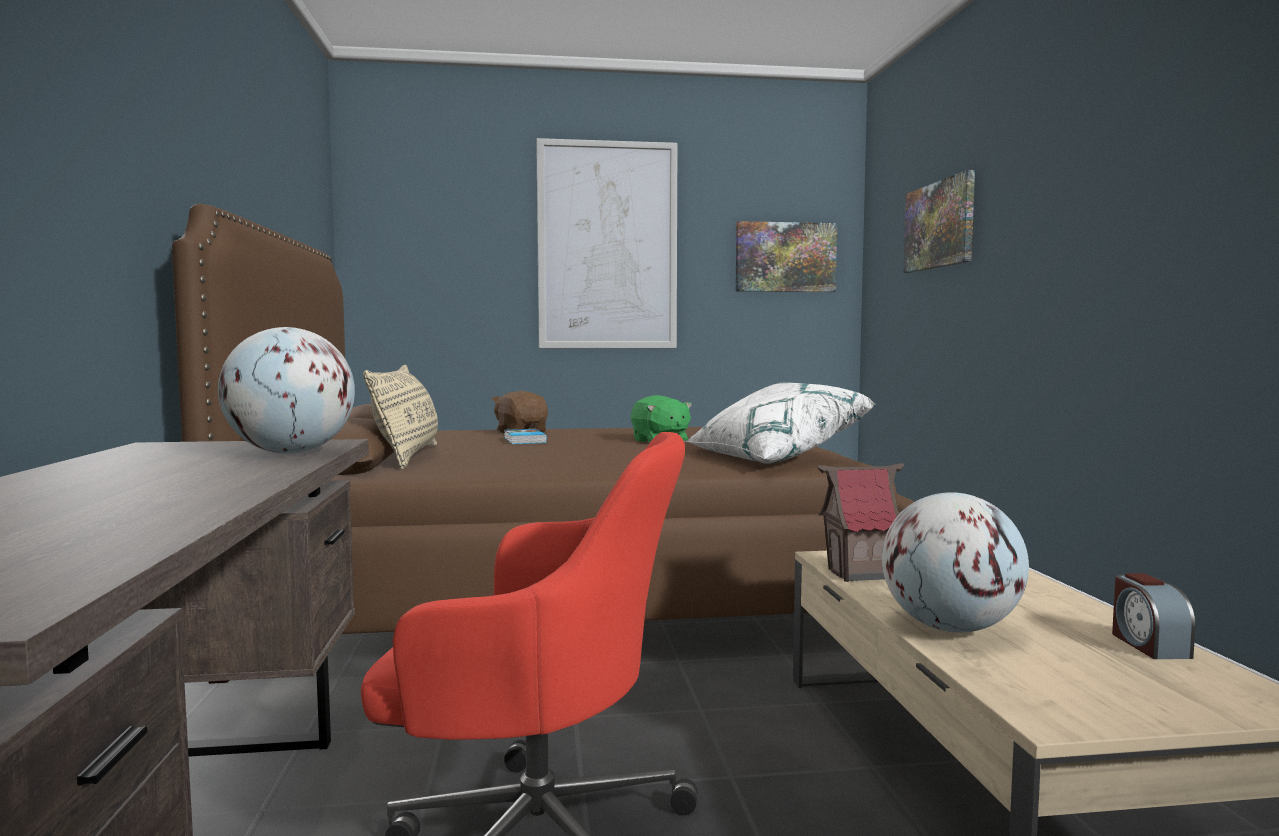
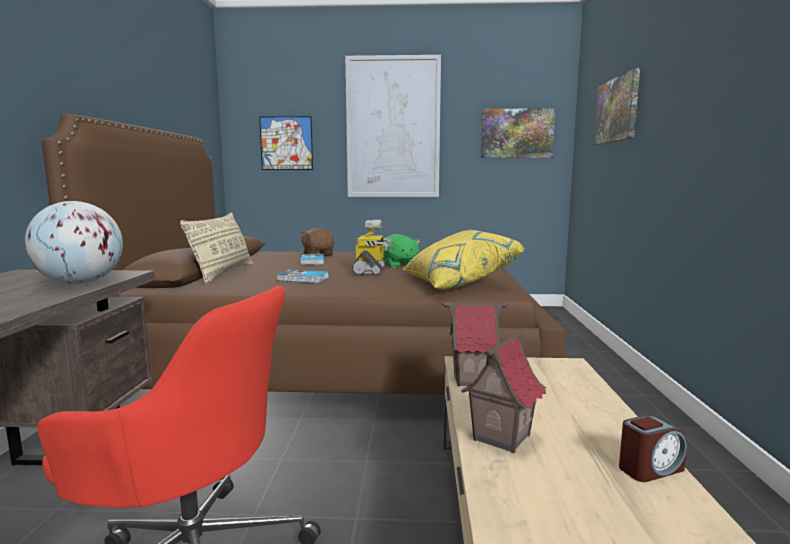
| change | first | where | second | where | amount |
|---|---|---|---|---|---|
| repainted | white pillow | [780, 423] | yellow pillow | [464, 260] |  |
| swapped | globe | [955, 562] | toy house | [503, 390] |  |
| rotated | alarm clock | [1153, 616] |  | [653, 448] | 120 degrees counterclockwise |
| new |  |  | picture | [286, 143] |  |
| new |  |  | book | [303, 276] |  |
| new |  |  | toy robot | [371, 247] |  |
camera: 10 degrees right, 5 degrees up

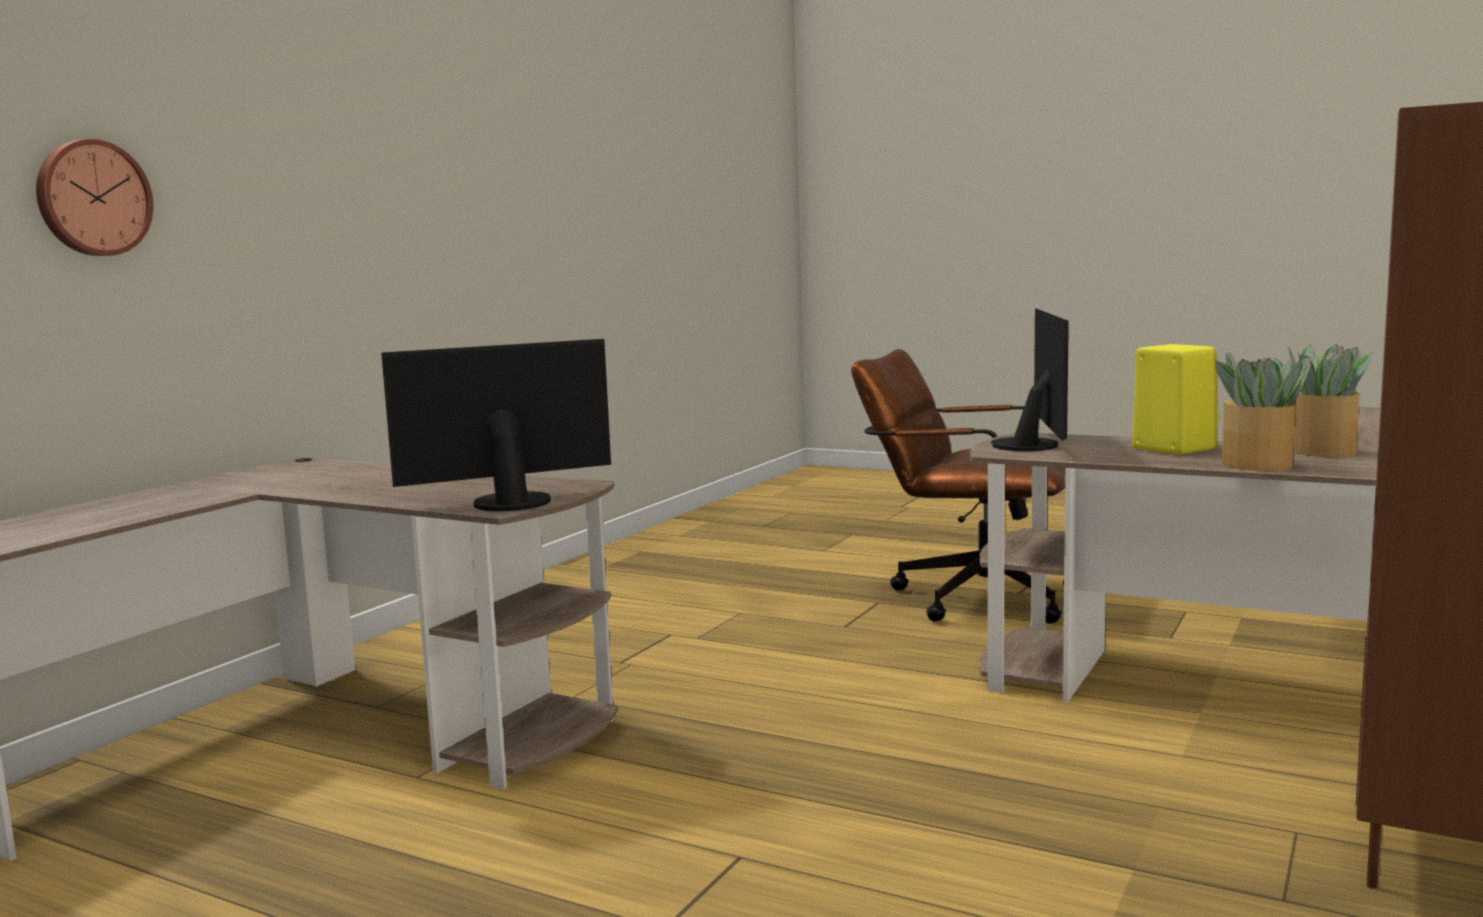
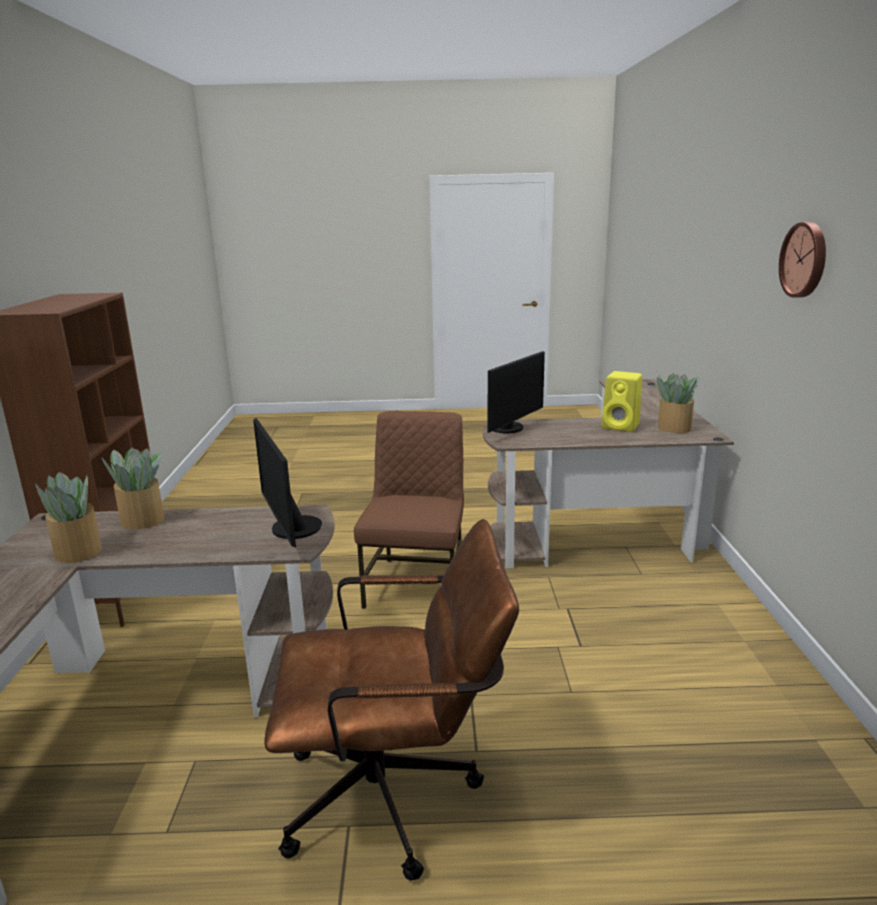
| change | first | where | second | where | amount |
|---|---|---|---|---|---|
| shifted | wall clock | [94, 197] |  | [802, 260] |  |
| shifted | yellow speaker | [1175, 399] |  | [622, 401] |  |
| new |  |  | brown chair | [409, 510] |  |
| new |  |  | potted plant | [677, 403] |  |
camera: 150 degrees right, 10 degrees up

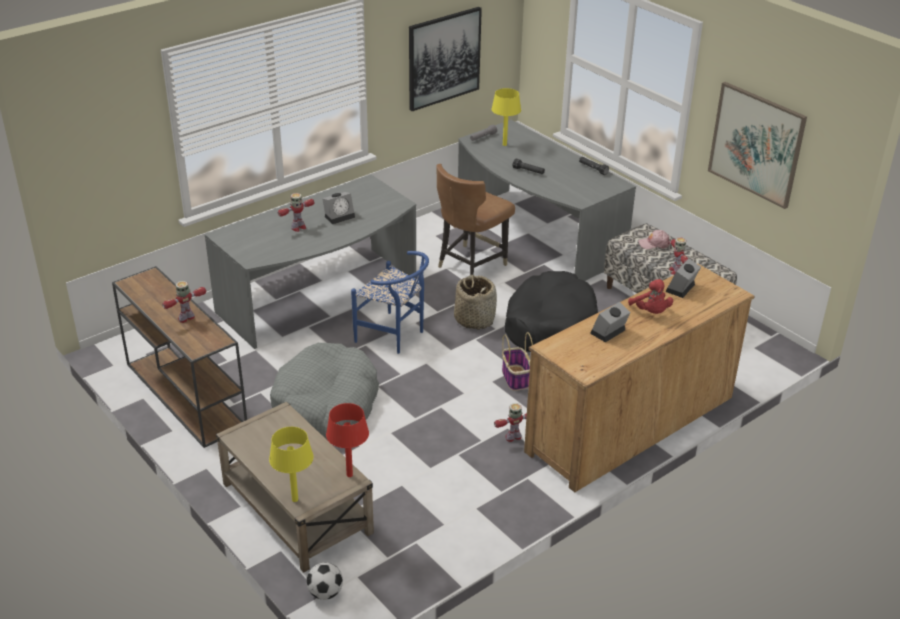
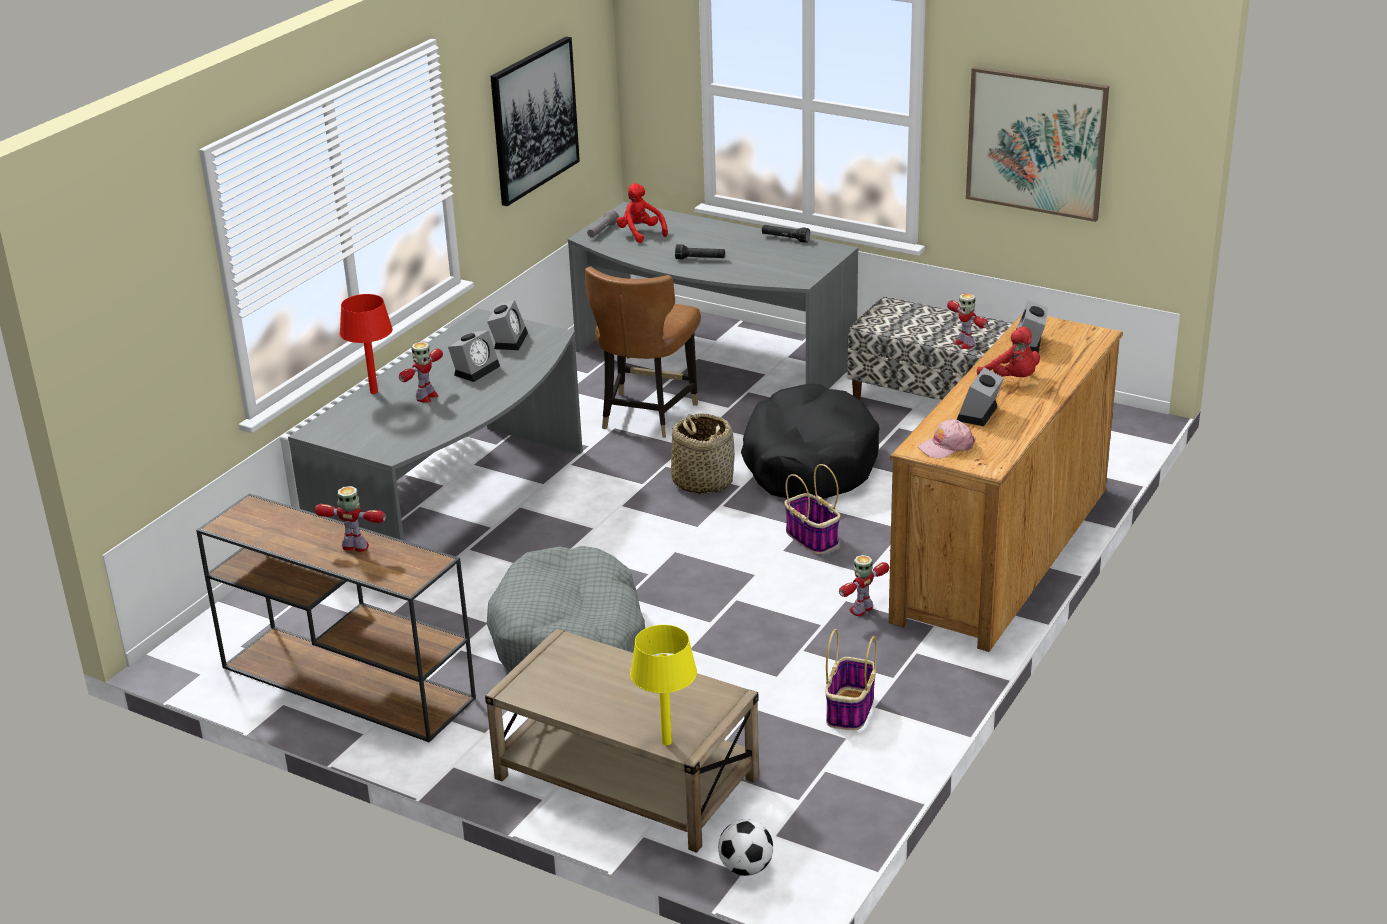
| change | first | where | second | where | amount |
|---|---|---|---|---|---|
| rotated | toy robot | [184, 302] |  | [350, 519] | 75 degrees clockwise |
| shifted | red table lamp | [347, 440] |  | [366, 344] |  |
| gone | blue chair | [390, 302] |  |  |  |
| swapped | yellow table lamp | [506, 117] | red plush toy | [642, 213] |  |
| shifted | pink cap | [654, 239] |  | [947, 439] |  |
| new |  |  | alarm clock | [507, 325] |  |
| new |  |  | basket | [851, 679] |  |
camera: 20 degrees left, 5 degrees down

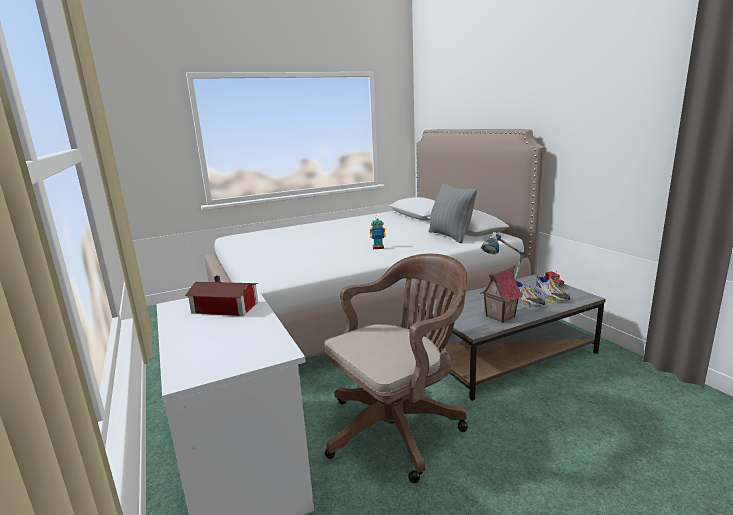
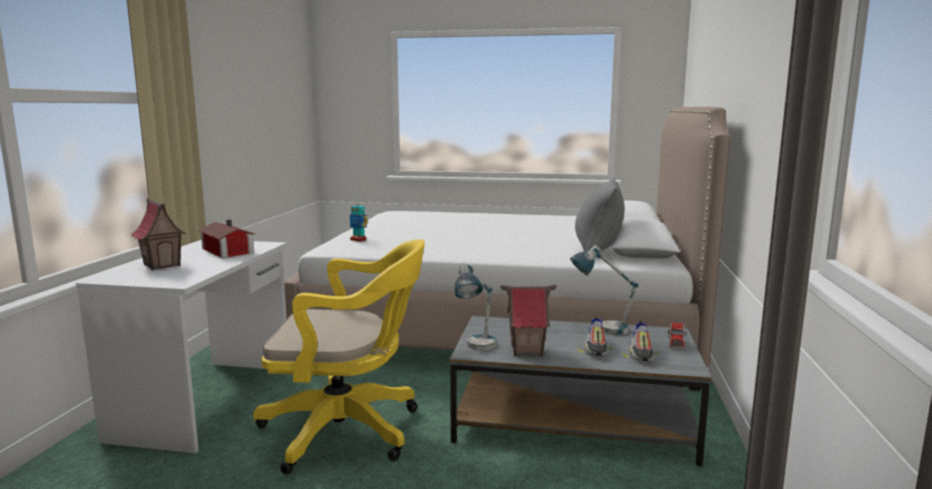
| change | first | where | second | where | amount |
|---|---|---|---|---|---|
| repainted | brown office chair | [395, 368] | yellow office chair | [339, 356] |  |
| shifted | toy robot | [378, 232] |  | [358, 222] |  |
| new |  |  | toy house | [158, 234] |  |
| new |  |  | table lamp | [475, 306] |  |
camera: 35 degrees right, 5 degrees down

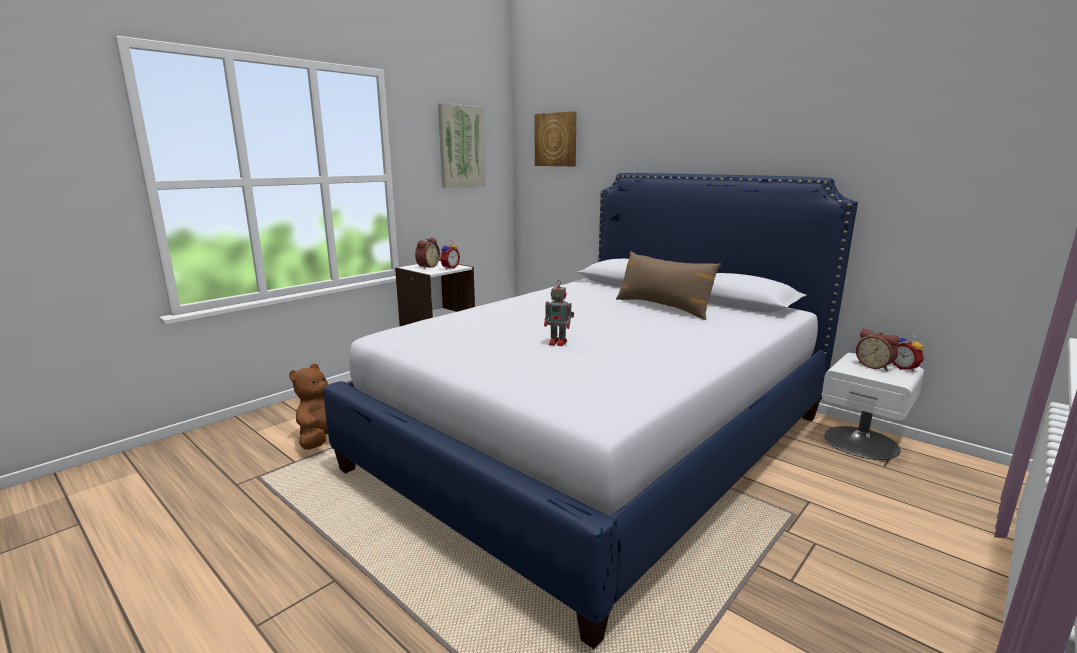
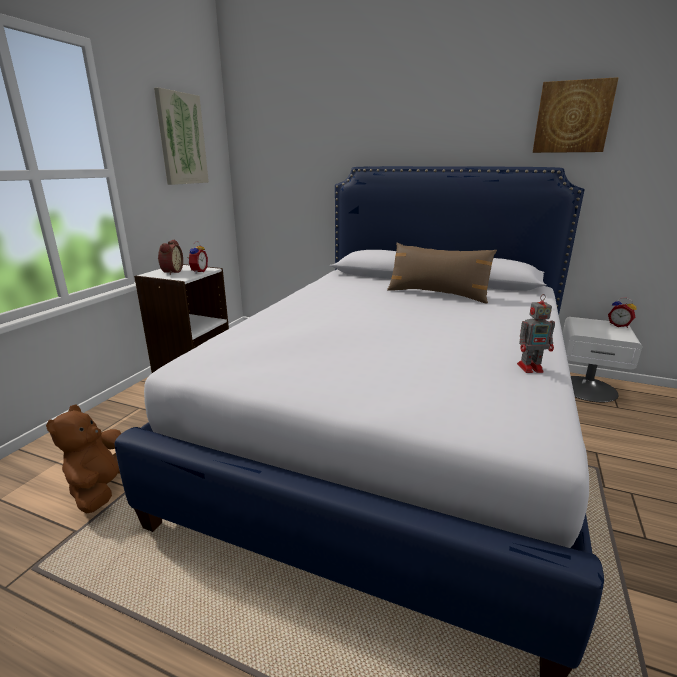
| change | first | where | second | where | amount |
|---|---|---|---|---|---|
| shifted | picture | [555, 138] |  | [576, 115] |  |
| shifted | toy robot | [559, 313] |  | [536, 333] |  |
| gone | alarm clock | [877, 349] |  |  |  |
camera: 20 degrees left, 5 degrees up

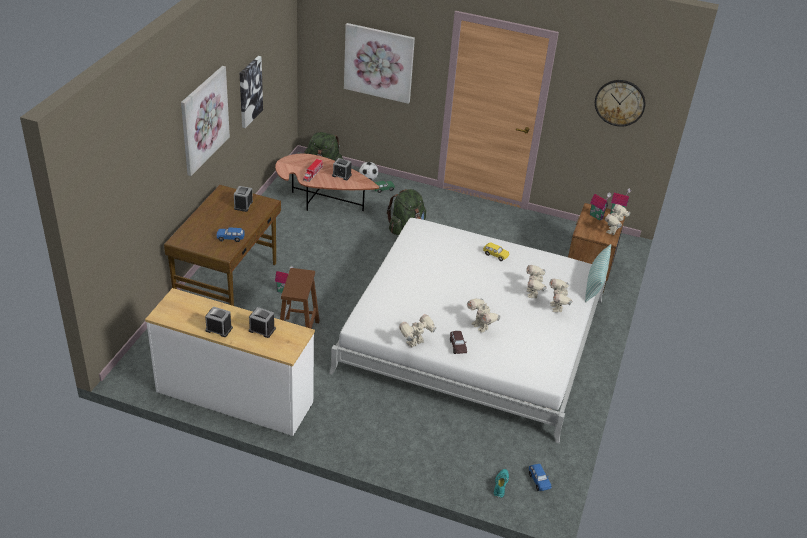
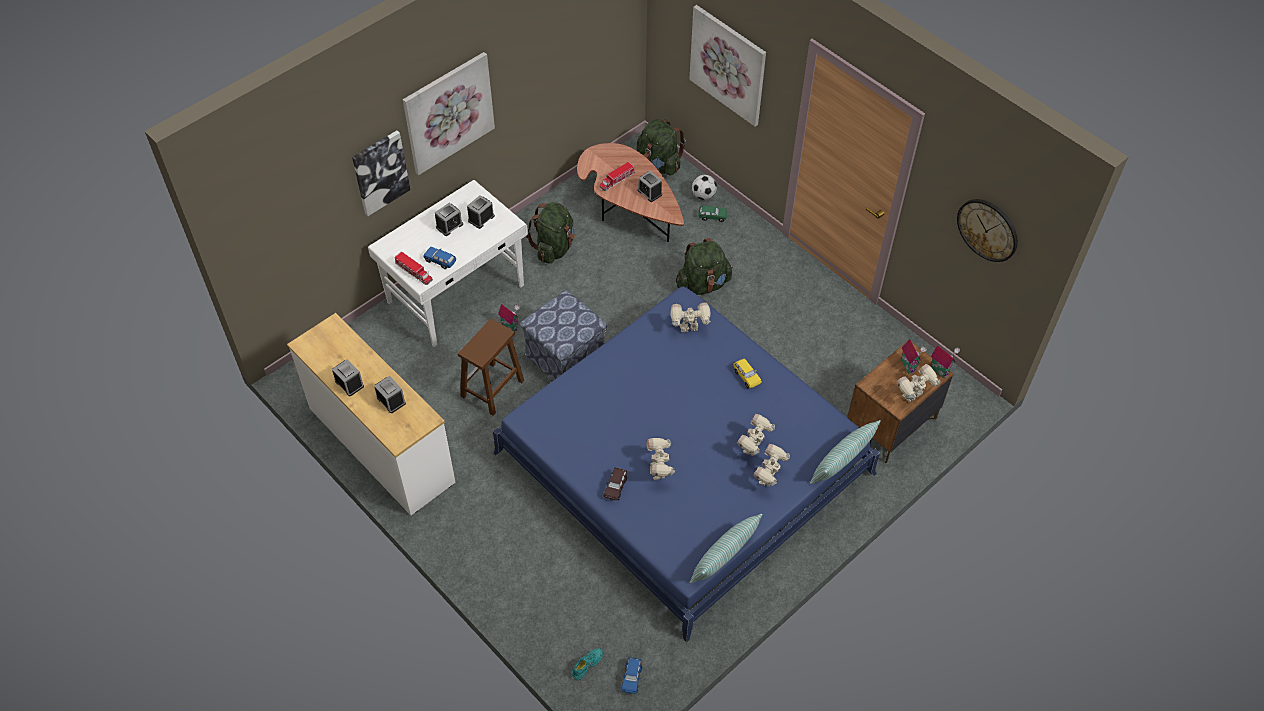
| change | first | where | second | where | amount |
|---|---|---|---|---|---|
| repainted | brown desk | [222, 245] | white desk | [448, 263] |  |
| shifted | picture | [251, 92] |  | [381, 173] |  |
| repainted | white bed | [467, 331] | blue bed | [686, 464] |  |
| shifted | toy robot | [418, 331] |  | [691, 317] |  |
| new |  |  | toy truck | [413, 268] |  |
| new |  |  | alarm clock | [449, 219] |  |
| new |  |  | ottoman | [563, 335] |  |
| new |  |  | green backpack | [550, 233] |  |
| new |  |  | pillow | [726, 548] |  |
camera: 30 degrees right, 15 degrees up

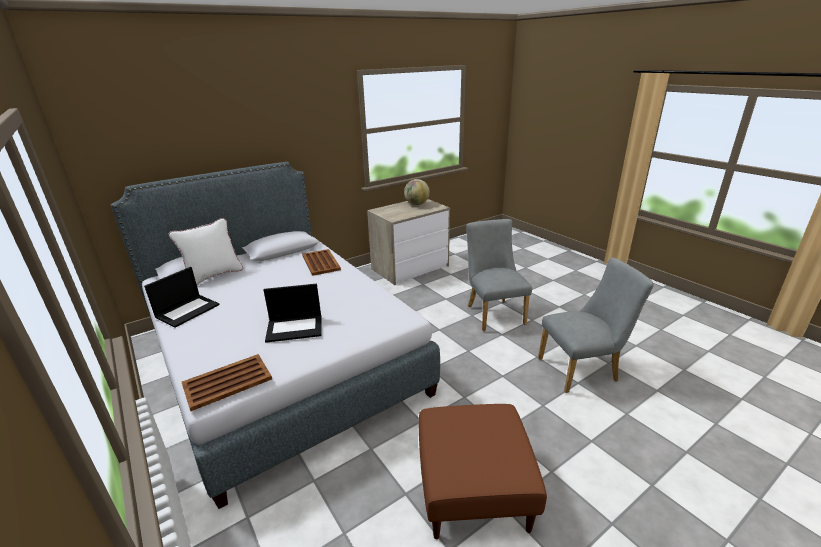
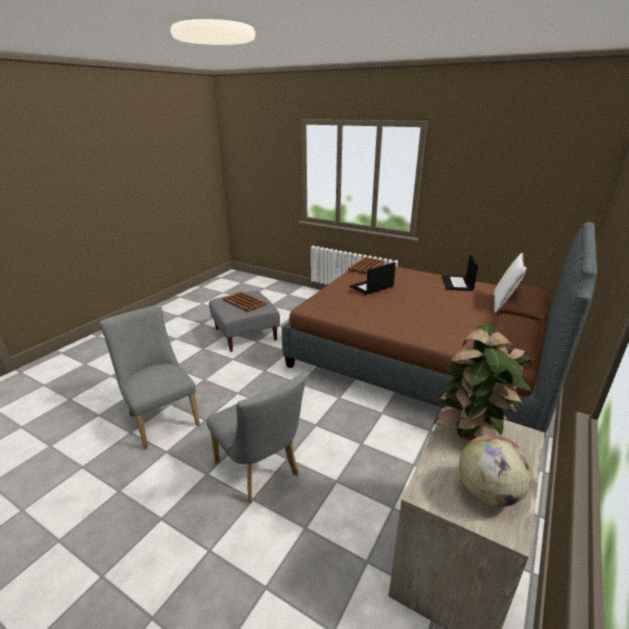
| change | first | where | second | where | amount |
|---|---|---|---|---|---|
| repainted | grey bed | [275, 335] | brown bed | [439, 330] |  |
| shifted | brown tray | [321, 262] |  | [245, 302] |  |
| repainted | brown ottoman | [483, 471] | grey ottoman | [244, 321] |  |
| rotated | grey chair | [596, 325] |  | [150, 377] | 90 degrees clockwise |
| new |  |  | potted plant | [482, 383] |  |
camera: 155 degrees right, 0 degrees up

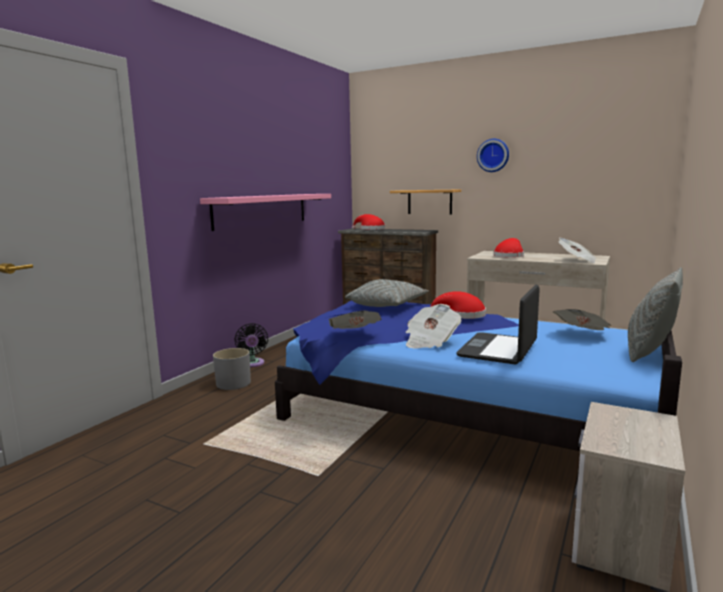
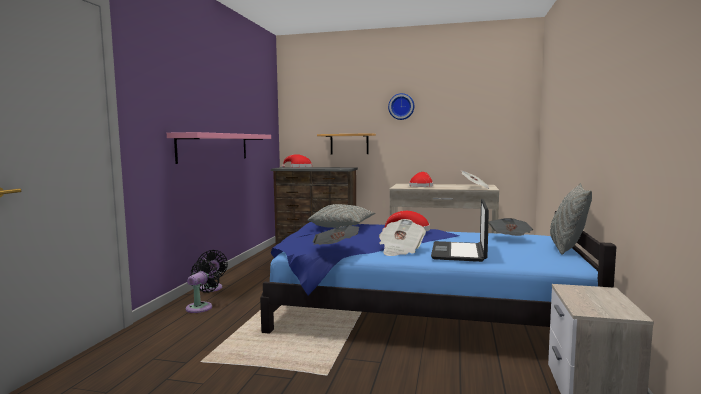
| change | first | where | second | where | amount |
|---|---|---|---|---|---|
| swapped | grey planter | [232, 369] | black fan | [203, 286] |  |
camera: 15 degrees left, 5 degrees down

